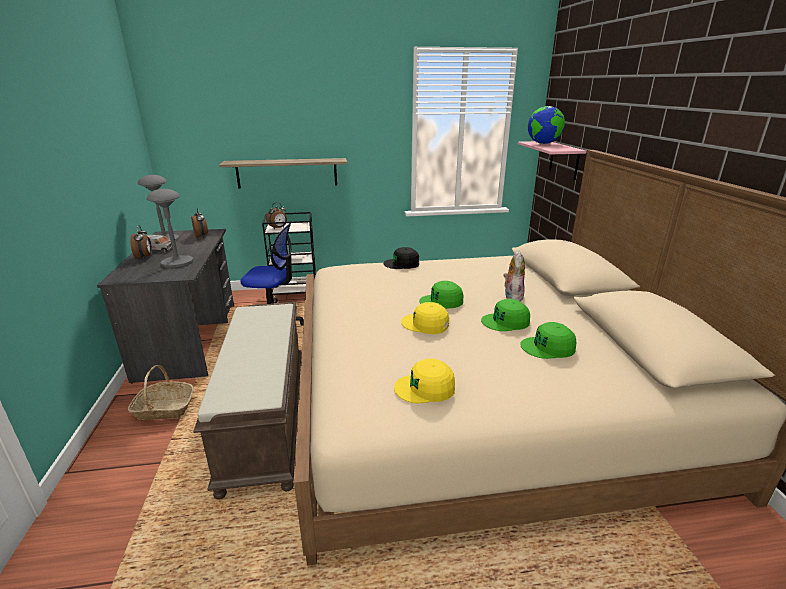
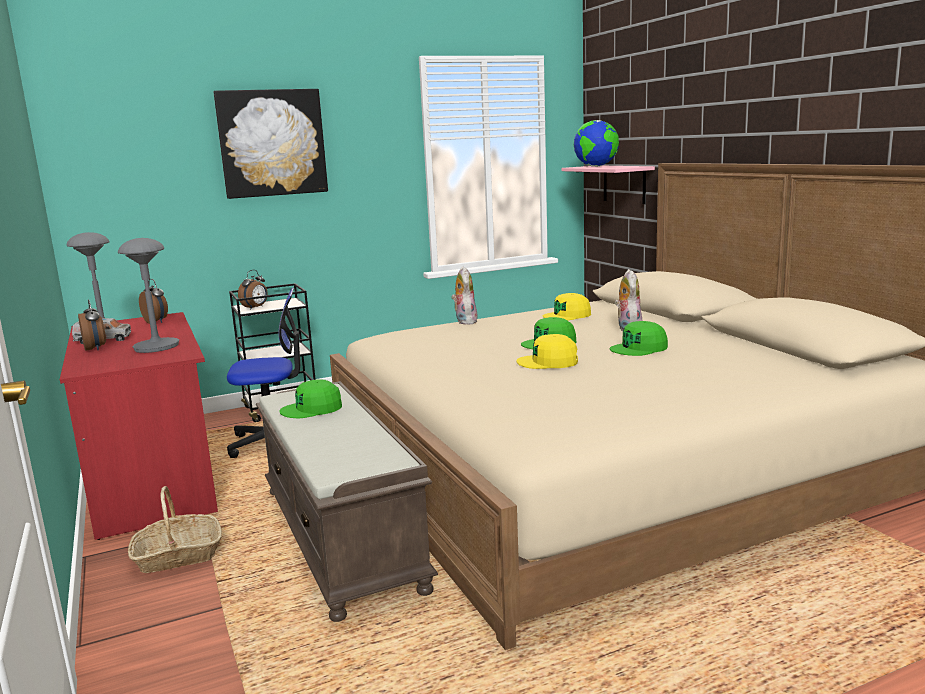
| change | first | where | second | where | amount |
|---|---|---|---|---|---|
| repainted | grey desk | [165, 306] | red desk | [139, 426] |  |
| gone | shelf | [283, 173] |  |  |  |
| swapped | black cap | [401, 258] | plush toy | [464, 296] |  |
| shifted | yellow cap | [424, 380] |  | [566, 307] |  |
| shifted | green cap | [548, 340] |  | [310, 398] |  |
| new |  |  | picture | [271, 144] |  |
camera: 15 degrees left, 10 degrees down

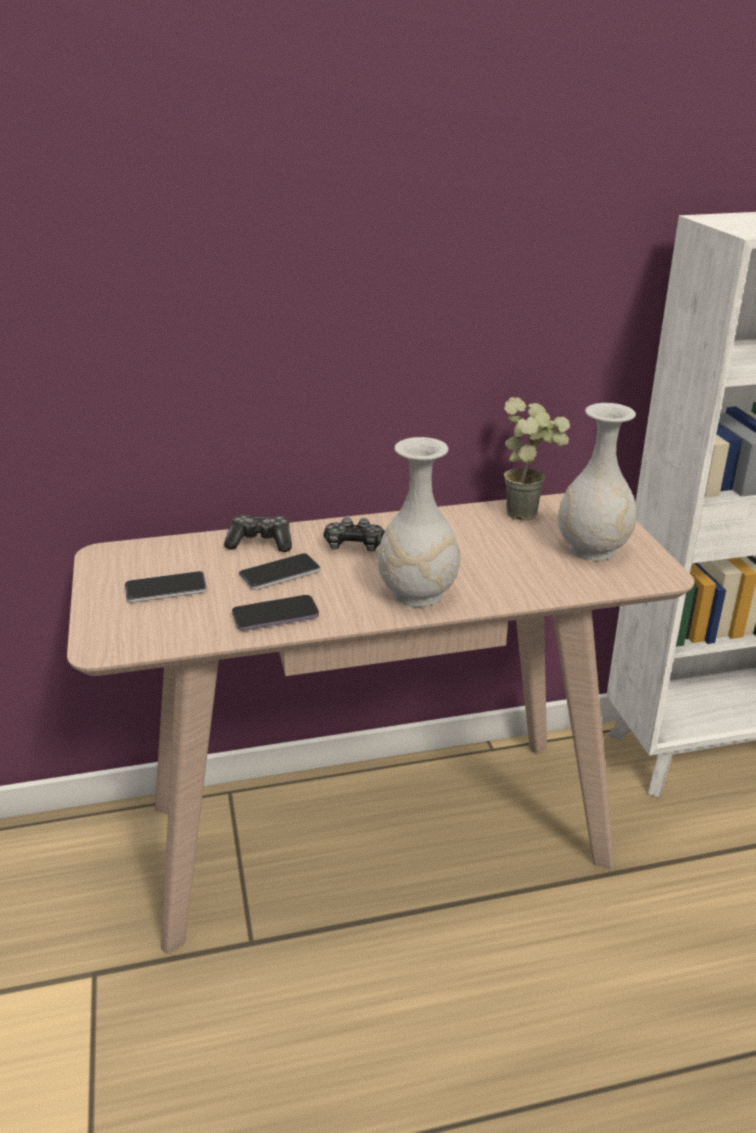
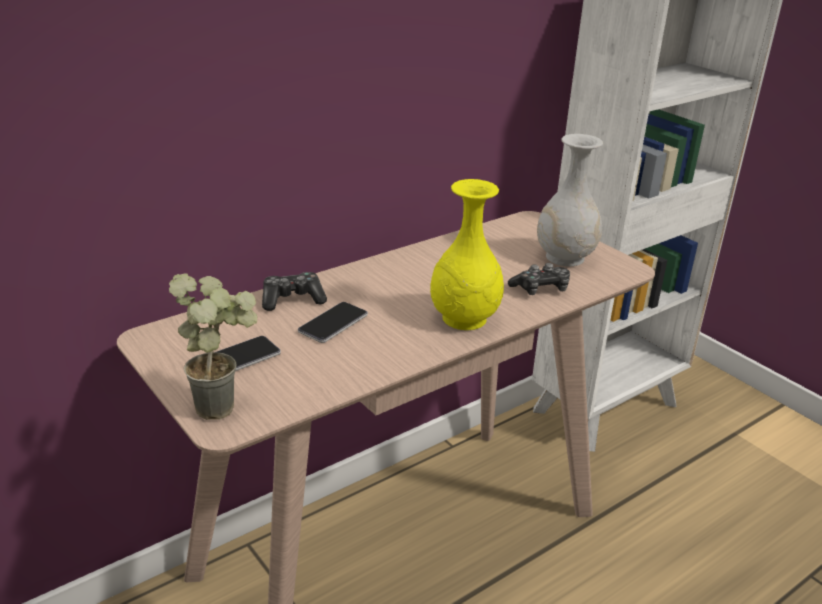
| change | first | where | second | where | amount |
|---|---|---|---|---|---|
| gone | phone | [275, 613] |  |  |  |
| shifted | game controller | [354, 534] |  | [539, 279] |  |
| repainted | white vase | [419, 522] | yellow vase | [467, 254] |  |
| shifted | potted plant | [537, 459] |  | [213, 346] |  |
camera: 25 degrees left, 0 degrees up

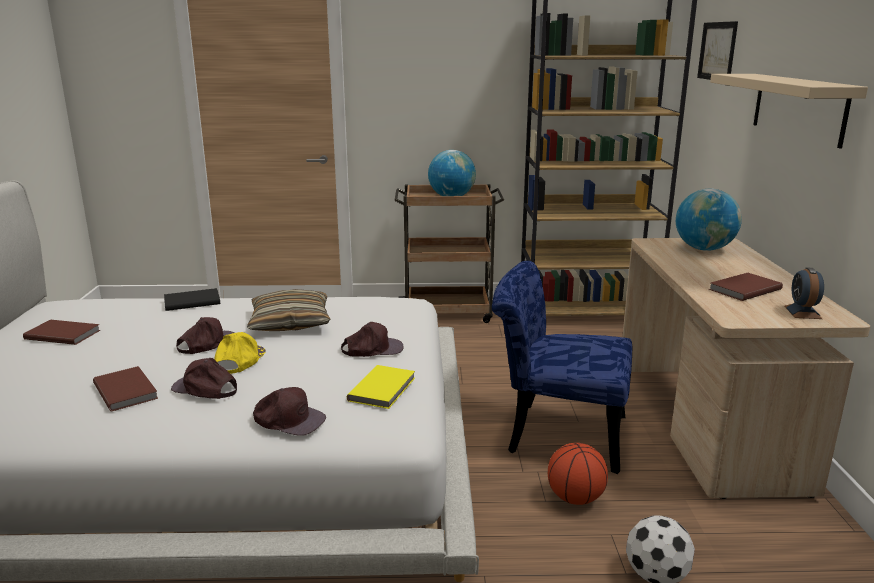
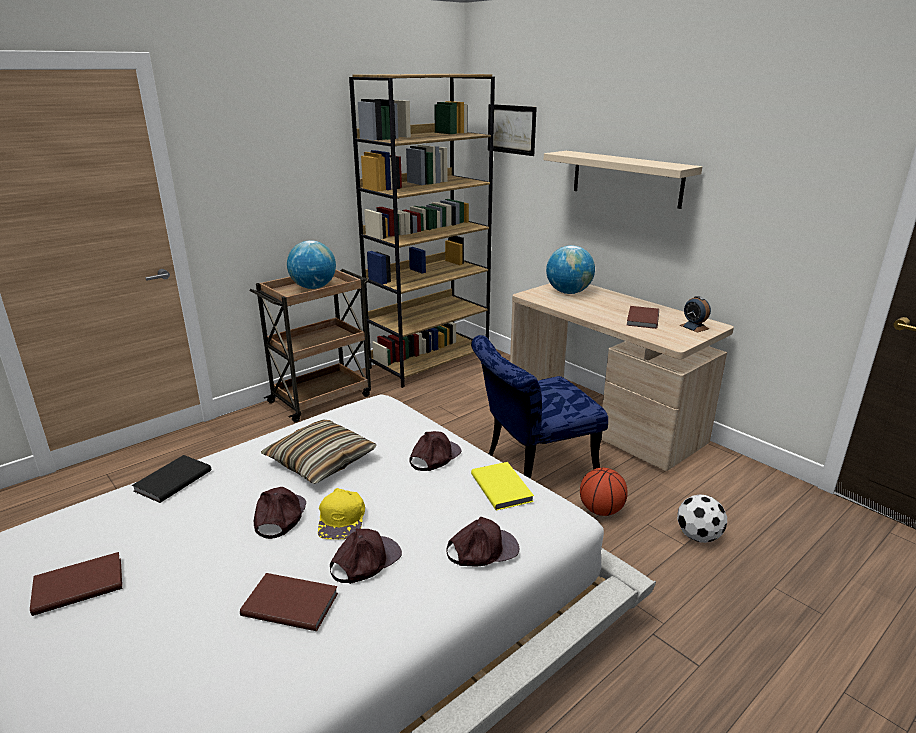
| change | first | where | second | where | amount |
|---|---|---|---|---|---|
| rotated | brown cap | [204, 378] |  | [366, 556] | 150 degrees clockwise |
| rotated | yellow cap | [240, 353] |  | [341, 513] | 150 degrees counterclockwise |
camera: 40 degrees left, 5 degrees up

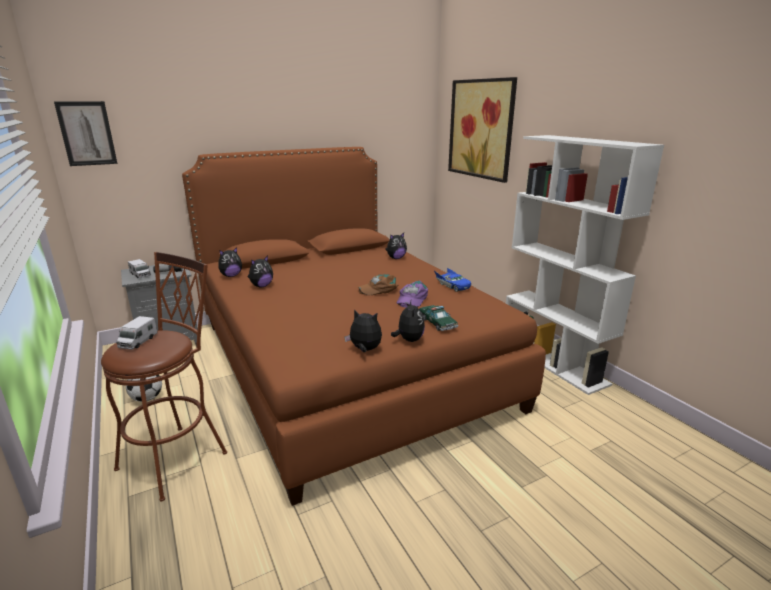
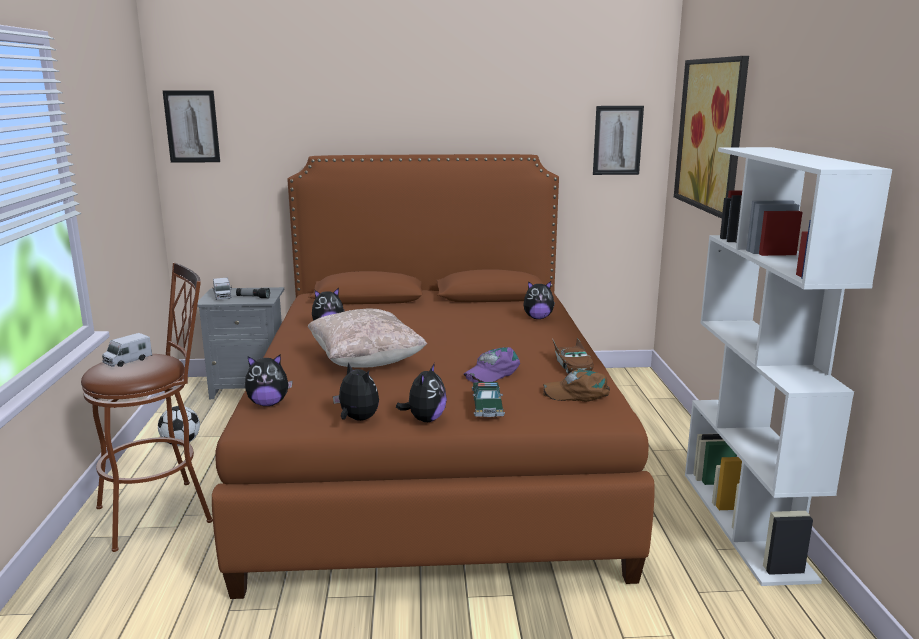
| change | first | where | second | where | amount |
|---|---|---|---|---|---|
| shifted | plush toy | [230, 262] |  | [269, 380] |  |
| shifted | brown cap | [378, 284] |  | [576, 385] |  |
| repainted | blue toy car | [452, 280] | brown toy car | [573, 356] |  |
| new |  |  | beige pillow | [367, 338] |  |
| new |  |  | picture | [618, 140] |  |
camera: 25 degrees right, 5 degrees down

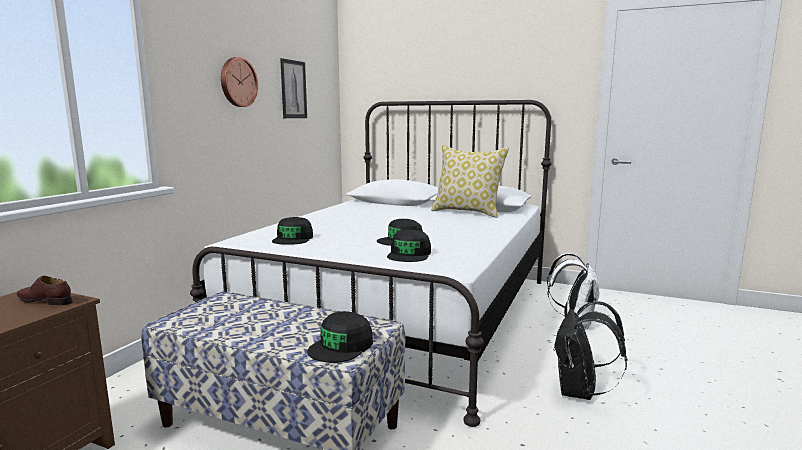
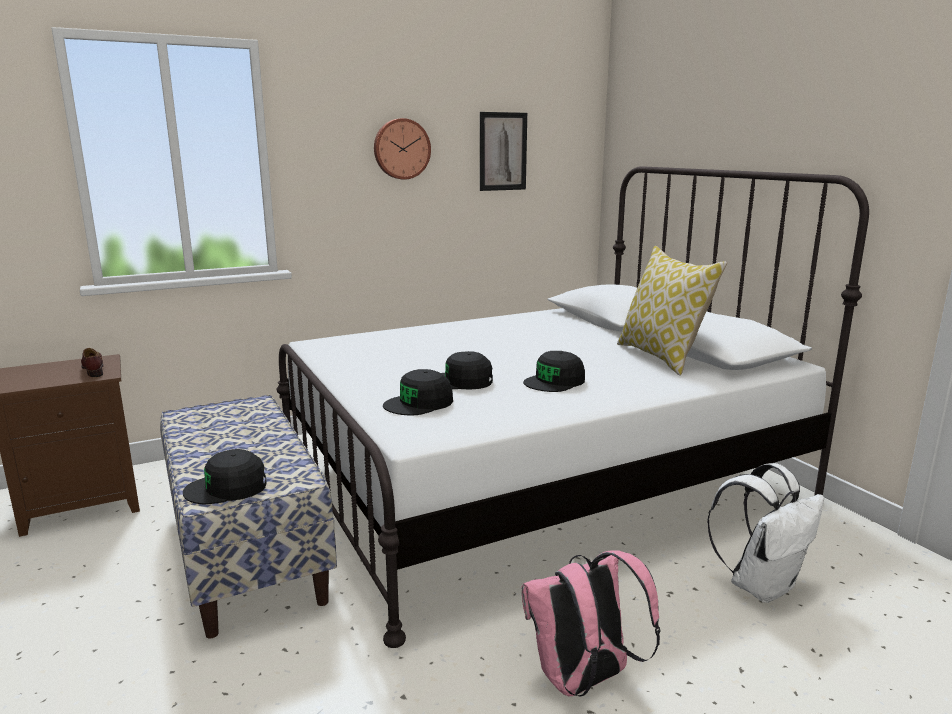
| change | first | where | second | where | amount |
|---|---|---|---|---|---|
| shifted | black cap | [292, 231] |  | [554, 371] |  |
| repainted | black backpack | [590, 350] | pink backpack | [591, 623] |  |
camera: 40 degrees right, 5 degrees up

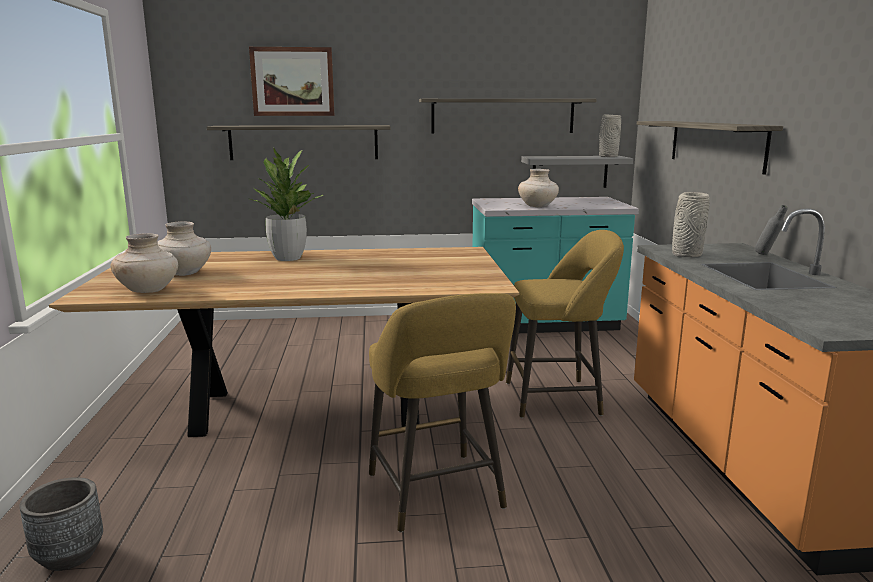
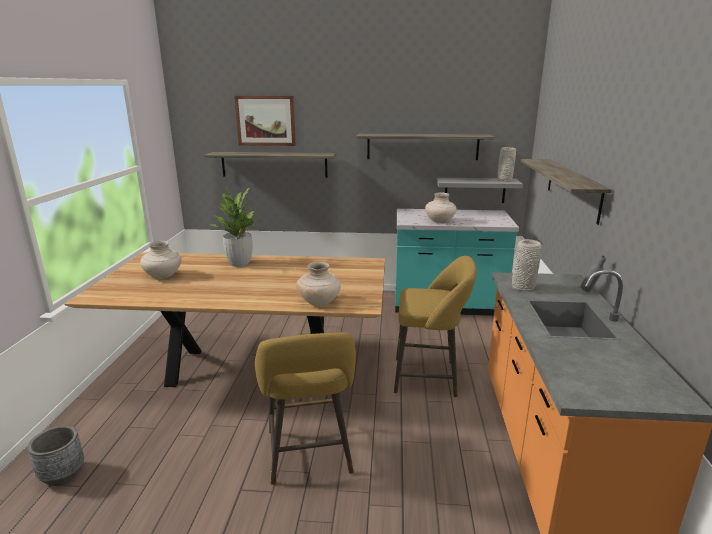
| change | first | where | second | where | amount |
|---|---|---|---|---|---|
| shifted | beige vase | [144, 263] |  | [318, 284] |  |
camera: 10 degrees right, 5 degrees up

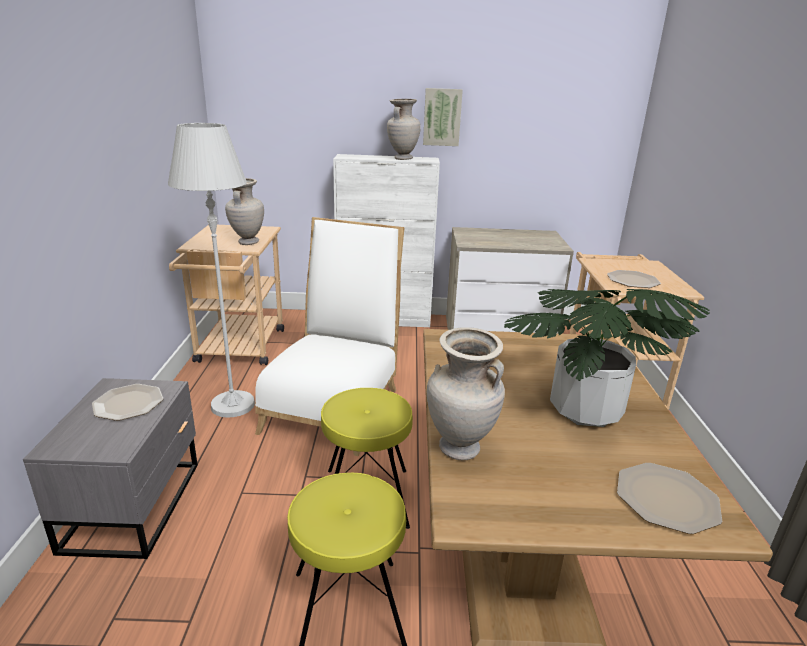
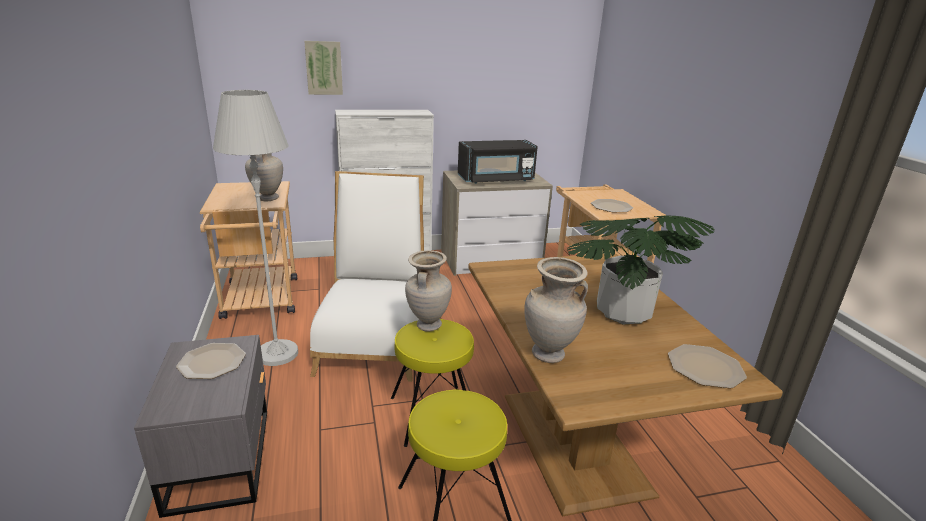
| change | first | where | second | where | amount |
|---|---|---|---|---|---|
| shifted | beige vase | [404, 129] |  | [428, 291] |  |
| shifted | picture | [443, 117] |  | [323, 68] |  |
| new |  |  | black microwave | [498, 162] |  |
camera: 15 degrees left, 0 degrees up

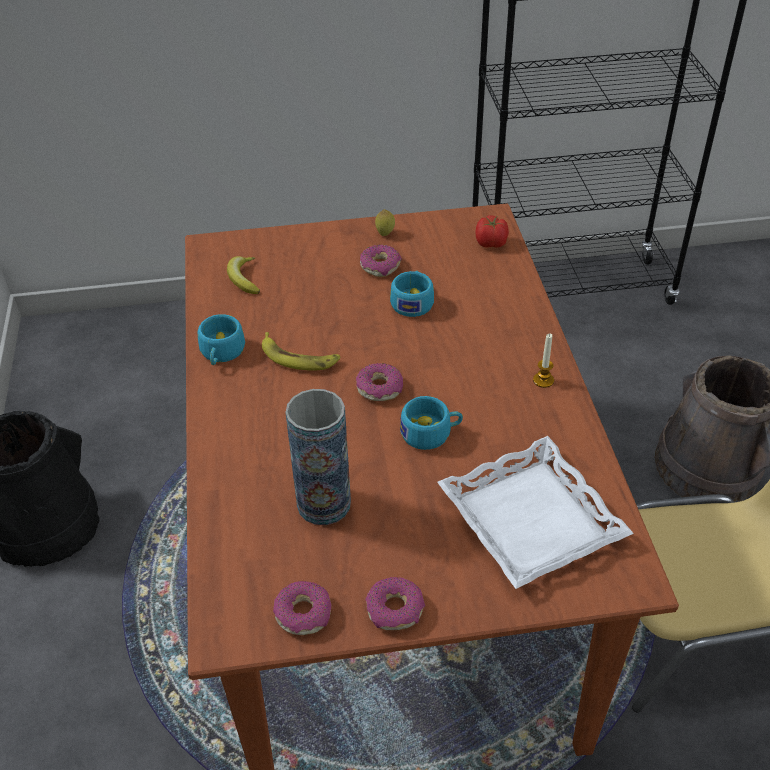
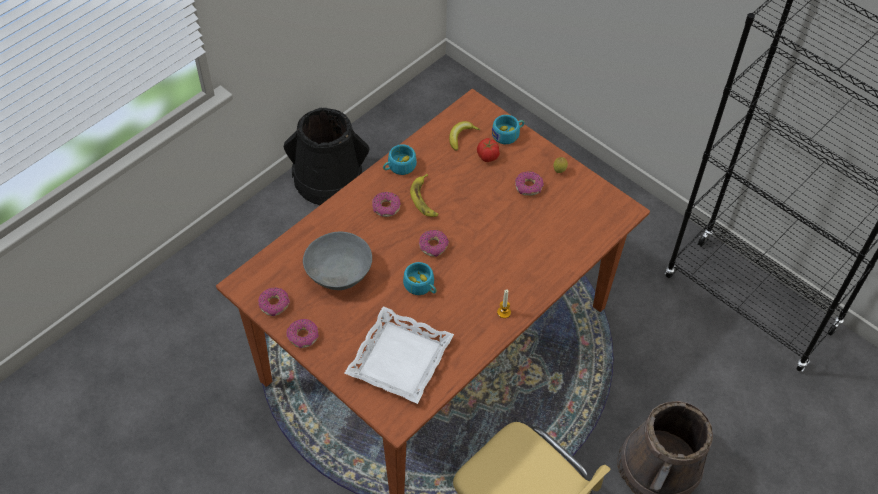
| change | first | where | second | where | amount |
|---|---|---|---|---|---|
| swapped | vase | [318, 457] | grey bowl | [337, 260] |  |
| shifted | turquoise cup | [412, 294] |  | [508, 129] |  |
| shifted | tomato | [492, 231] |  | [488, 150] |  |
| new |  |  | donut | [386, 204] |  |
camera: 50 degrees right, 10 degrees up

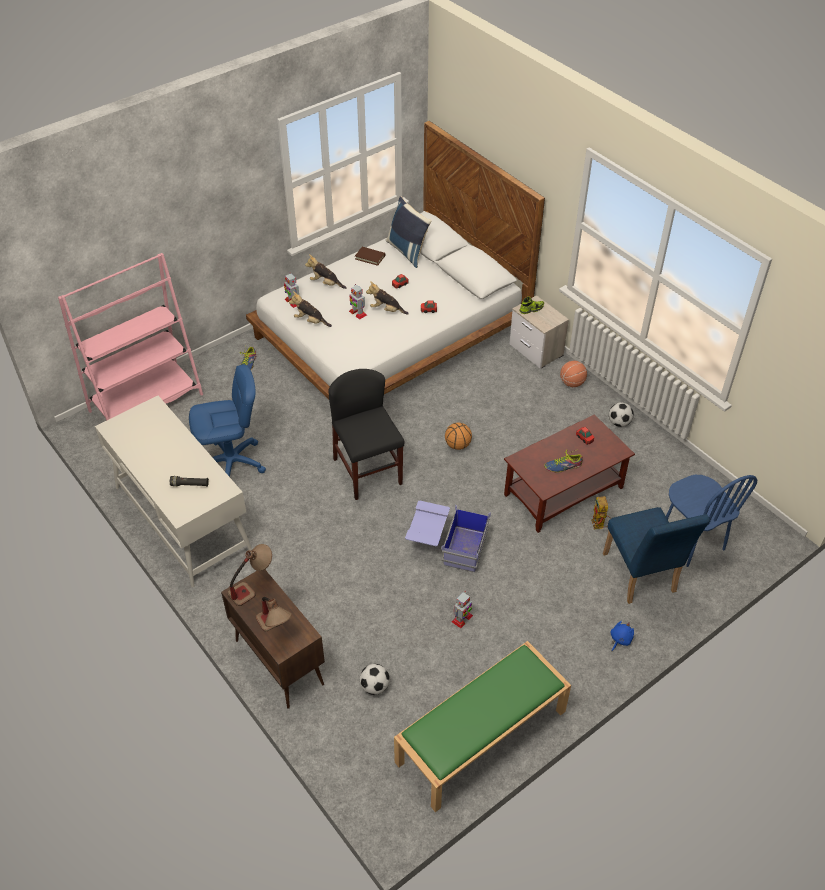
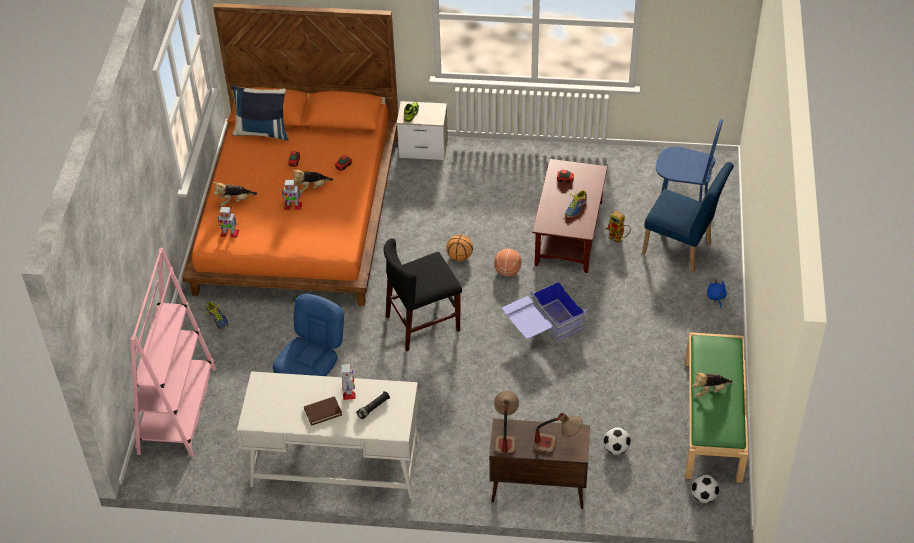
| change | first | where | second | where | amount |
|---|---|---|---|---|---|
| repainted | white bed | [395, 260] | orange bed | [290, 154] |  |
| shifted | plush toy | [310, 309] |  | [712, 384] |  |
| rotated | black chair | [366, 434] |  | [423, 294] | 45 degrees counterclockwise |
| shifted | brown book | [370, 256] |  | [323, 411] |  |
| shifted | toy robot | [462, 610] |  | [348, 381] |  |
| shifted | basketball | [573, 374] |  | [507, 263] |  |
| shifted | football | [621, 414] |  | [705, 489] |  |
camera: 45 degrees left, 0 degrees up

